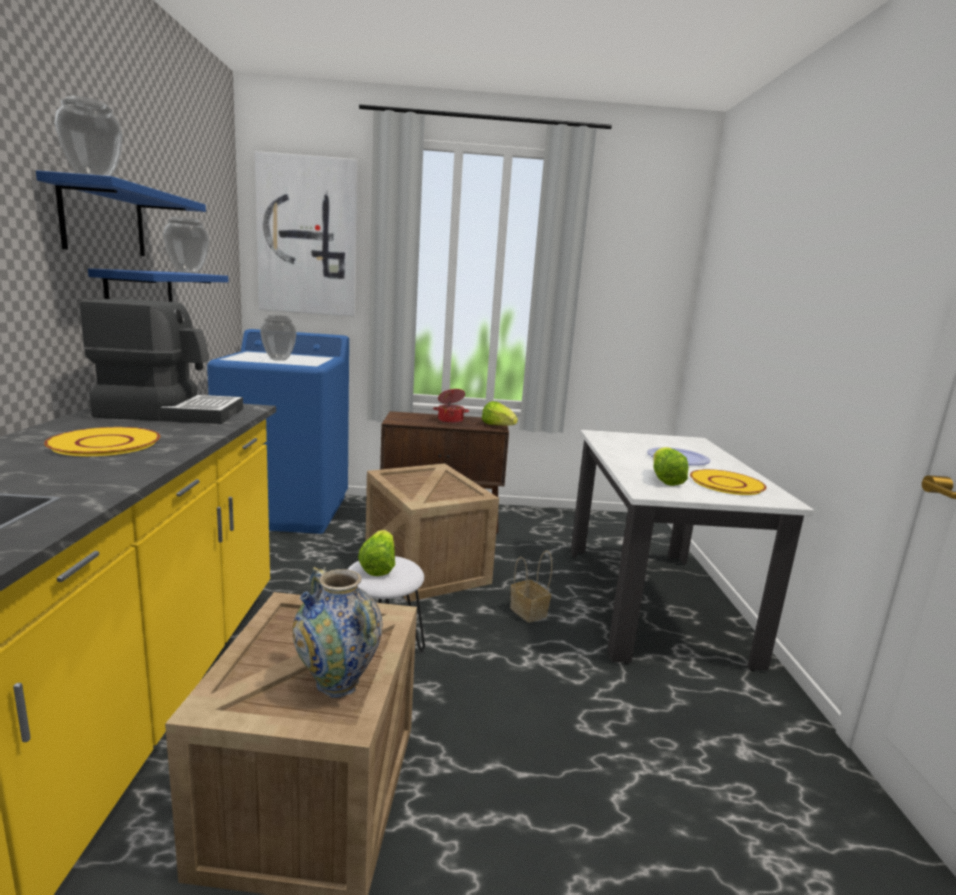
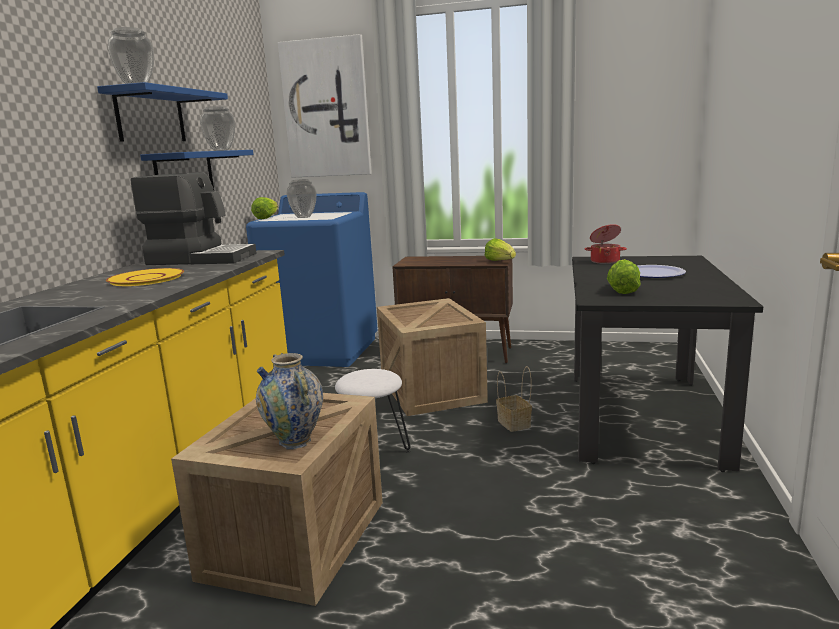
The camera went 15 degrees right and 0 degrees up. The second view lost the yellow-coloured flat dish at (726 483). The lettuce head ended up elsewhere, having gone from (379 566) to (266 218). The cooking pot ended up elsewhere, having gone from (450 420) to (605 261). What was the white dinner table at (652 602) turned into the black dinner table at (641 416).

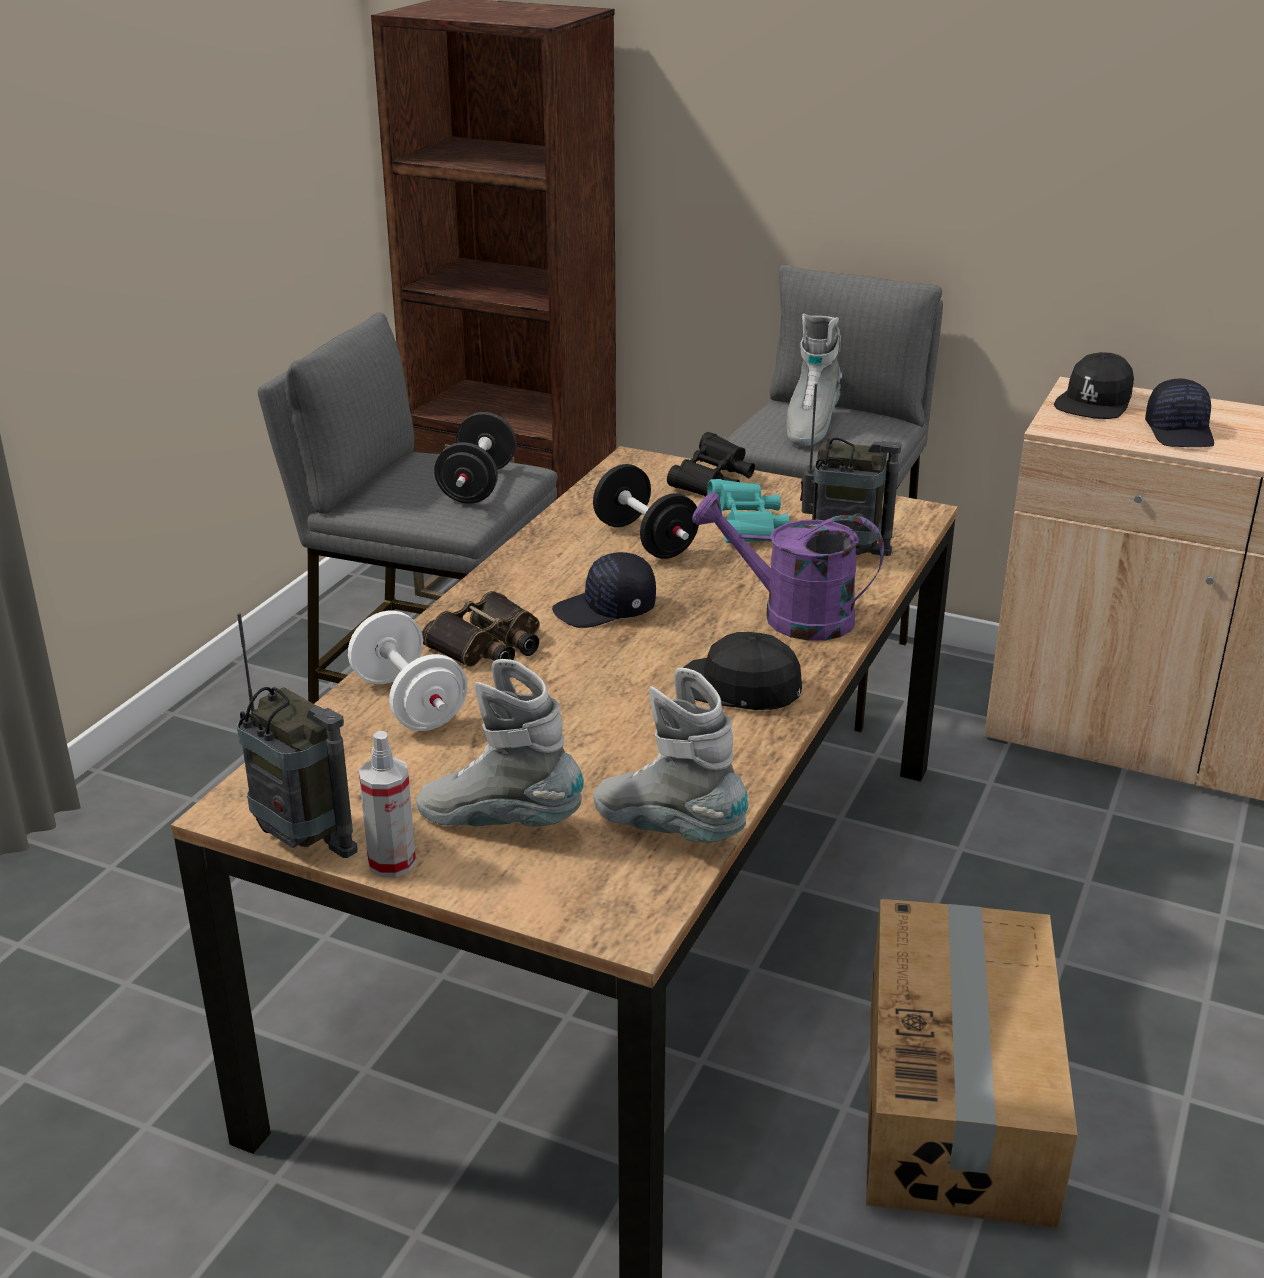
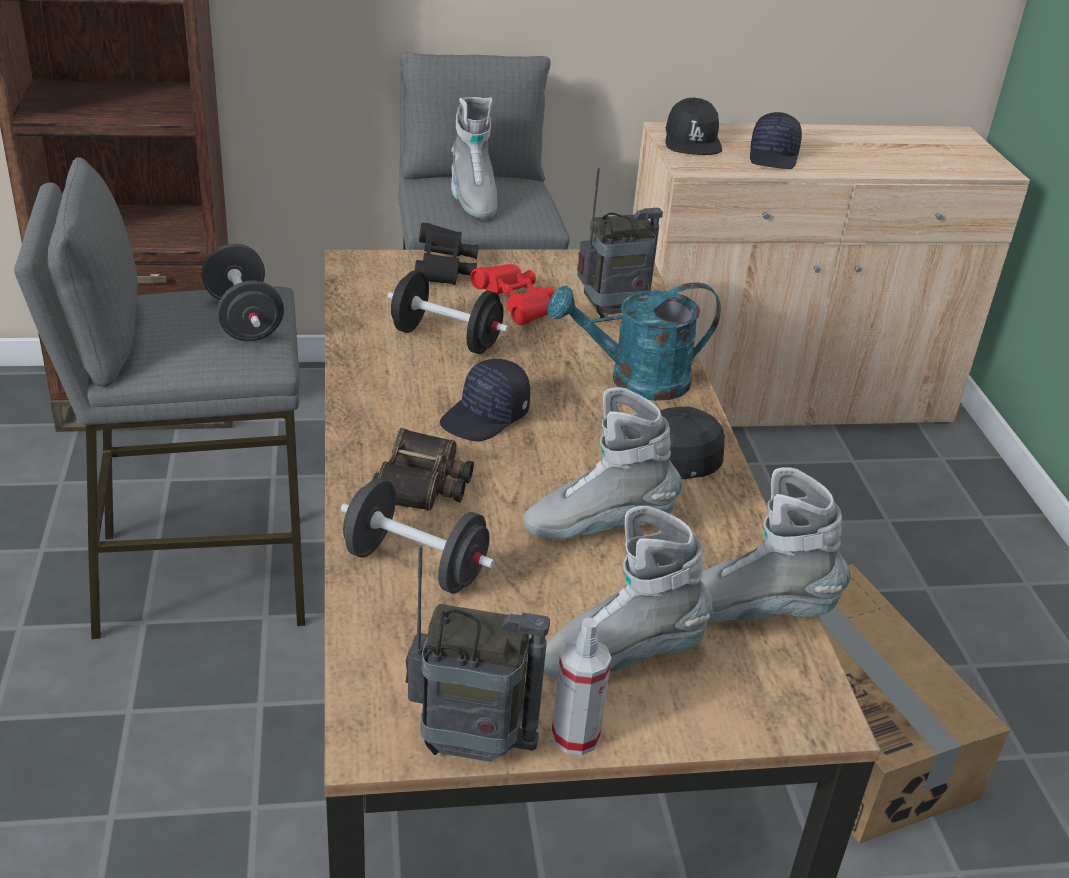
The camera went 35 degrees left and 5 degrees up. The second view gained the gray tall boot at (598 526). What was the white free weight at (409 703) turned into the black free weight at (415 566). What was the purplish sprinkling can at (791 616) turned into the blue-green sprinkling can at (635 381). What was the blue-green pair of binoculars at (747 528) turned into the red-coloured pair of binoculars at (517 307). The black baseball cap at (1180 433) ended up facing another way, 45 degrees clockwise from before.

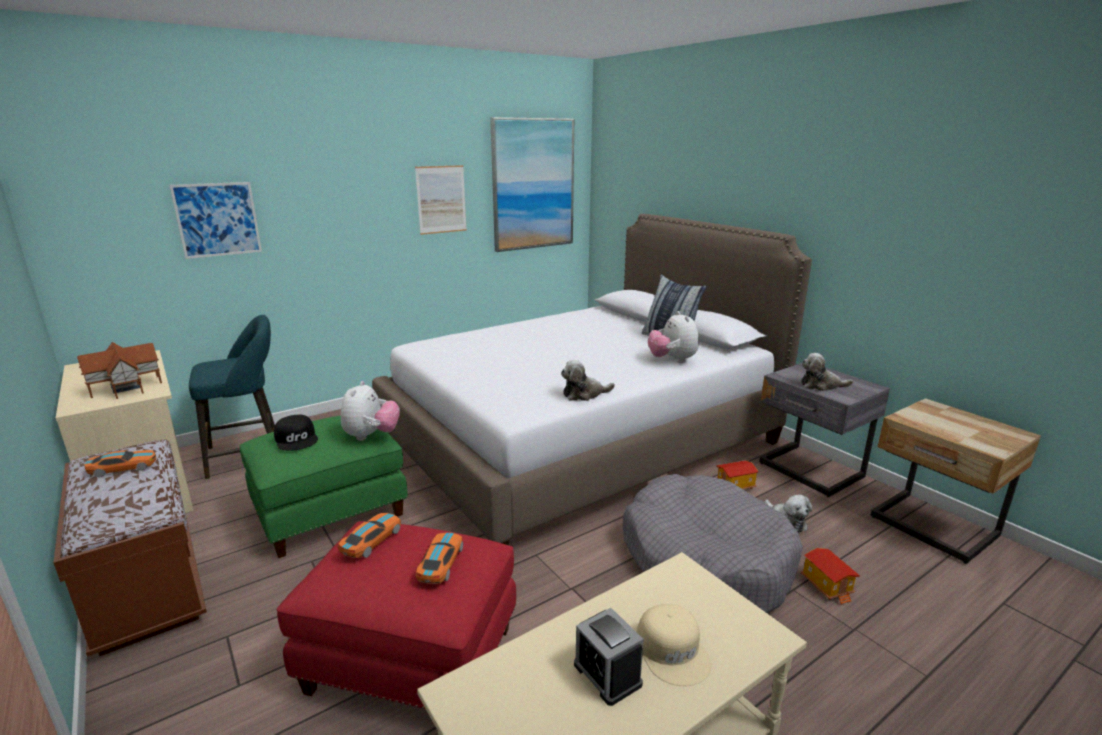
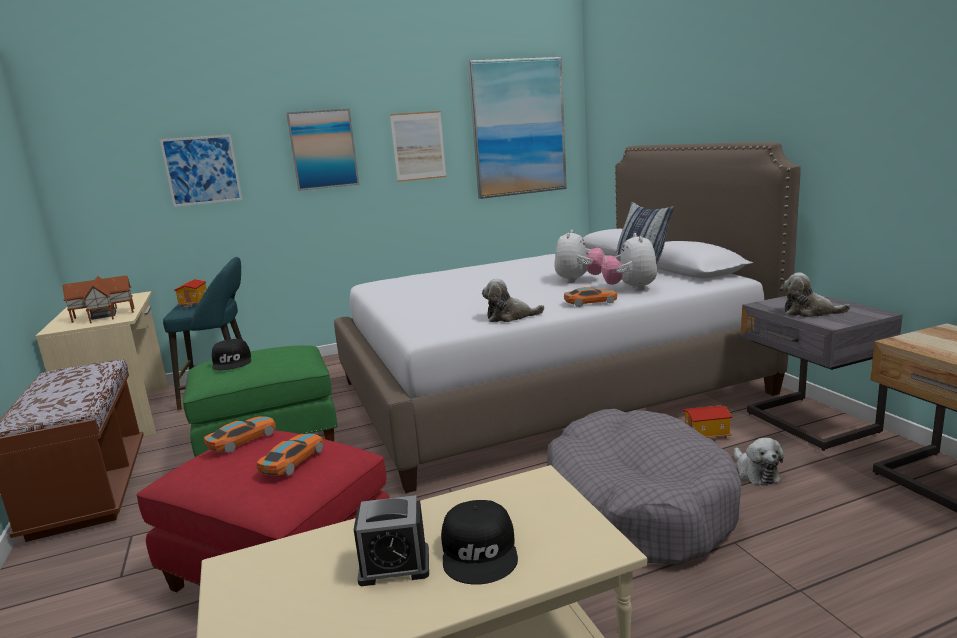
The camera went 15 degrees right and 5 degrees down. The second view gained the wall picture at (323 149). The toy car ended up elsewhere, having gone from (123 468) to (590 302). The soft toy ended up elsewhere, having gone from (371 436) to (579 280). The toy house ended up elsewhere, having gone from (827 586) to (194 303). What was the beige-coloured baseball cap at (673 650) turned into the black baseball cap at (480 551). The alarm clock at (607 674) ended up facing another way, 75 degrees counterclockwise from before.

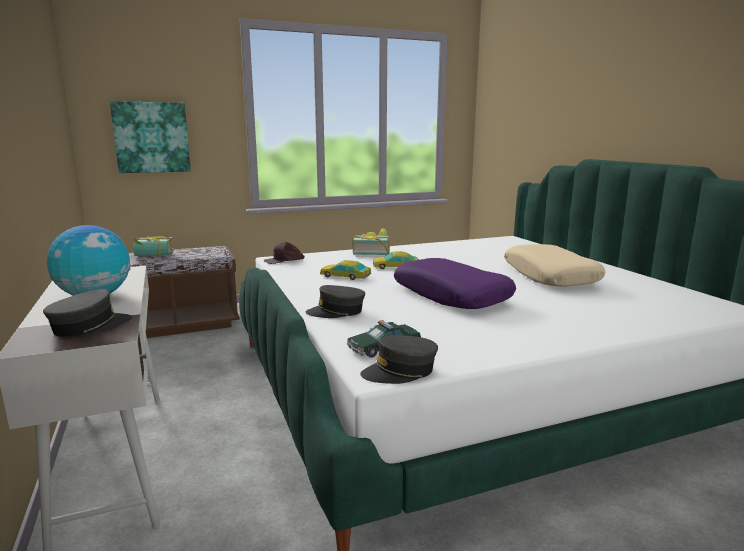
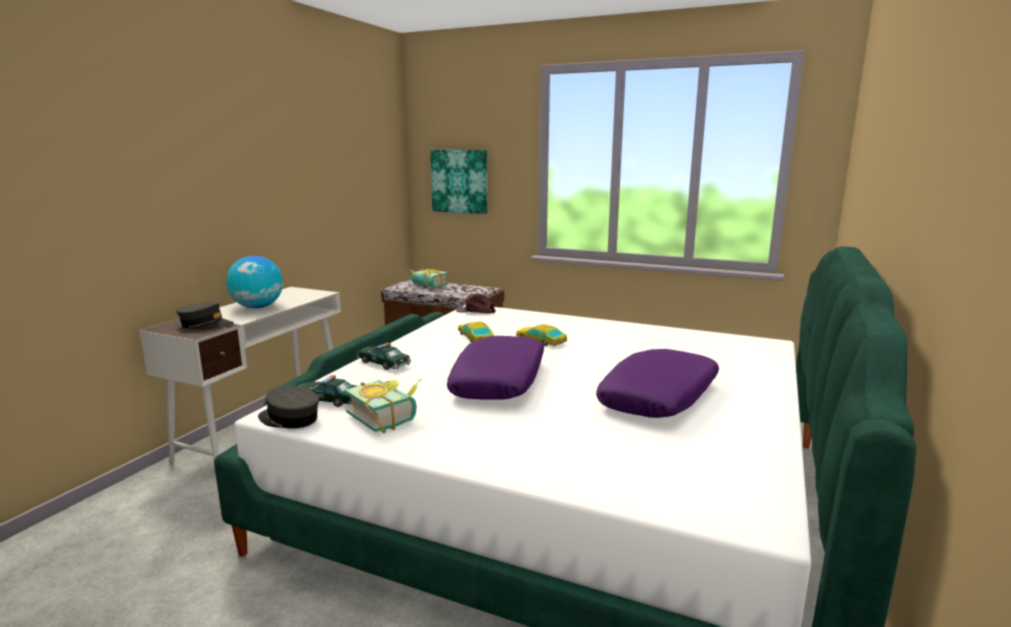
The camera went 45 degrees right and 0 degrees up. The volume ended up elsewhere, having gone from (371 253) to (387 417). Where the gray baseball cap stood at (336 312), the toy car came to stand at (383 363). What was the beige-coloured pillow at (550 276) turned into the purplish pillow at (659 397).

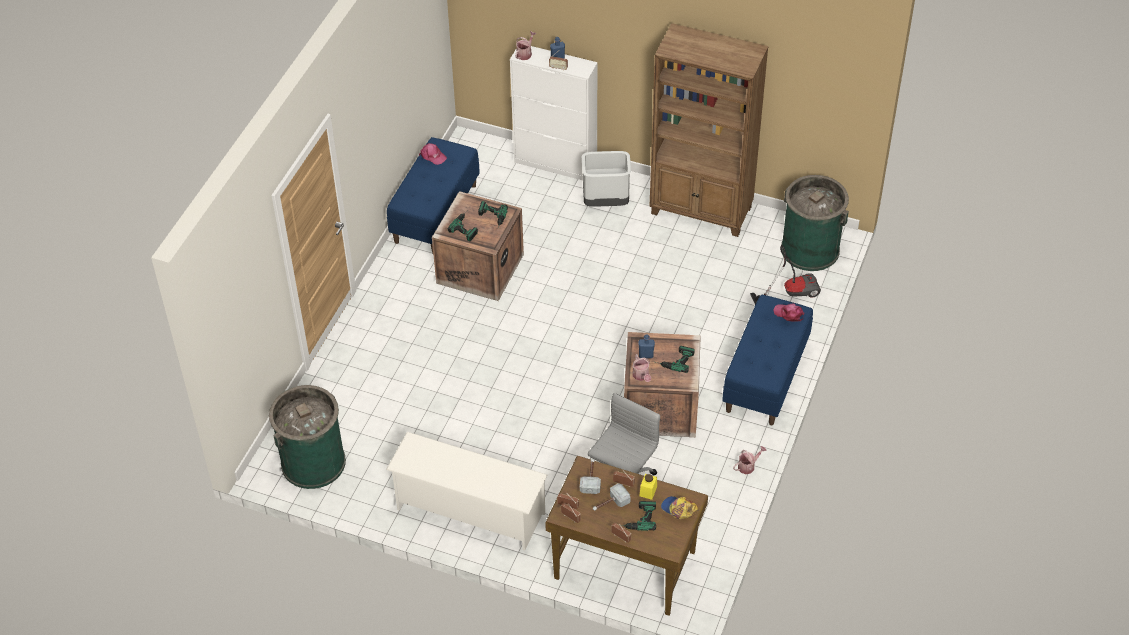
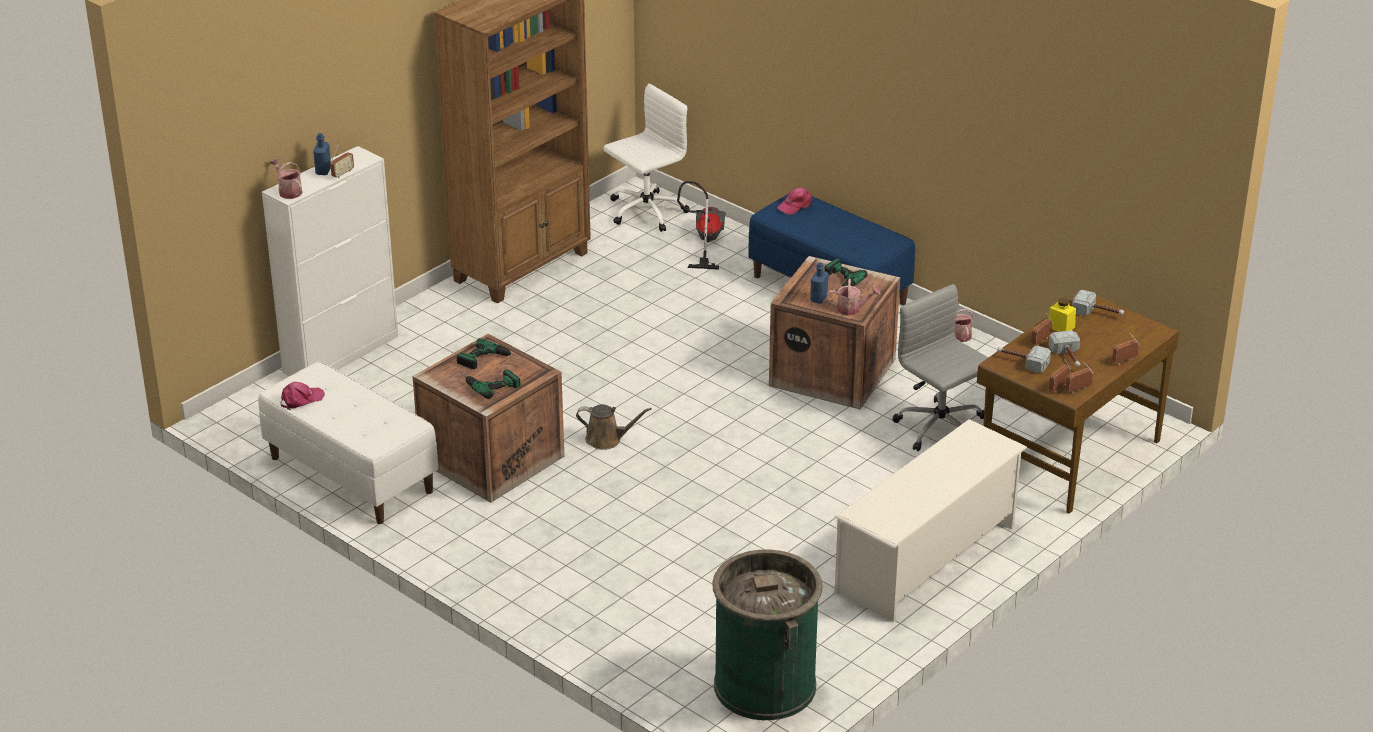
The camera went 70 degrees left and 15 degrees down. The second view lost the gray waste bin at (606 202). The second view lost the electric drill at (637 518). The second view gained the brown-coloured sprinkling can at (607 440). Where the baseball cap stood at (678 509), the hand hammer came to stand at (1098 313). Where the greenish waste bin stood at (810 249), the white computer chair came to stand at (645 212). What was the blue long seat at (435 213) turned into the white long seat at (350 475).

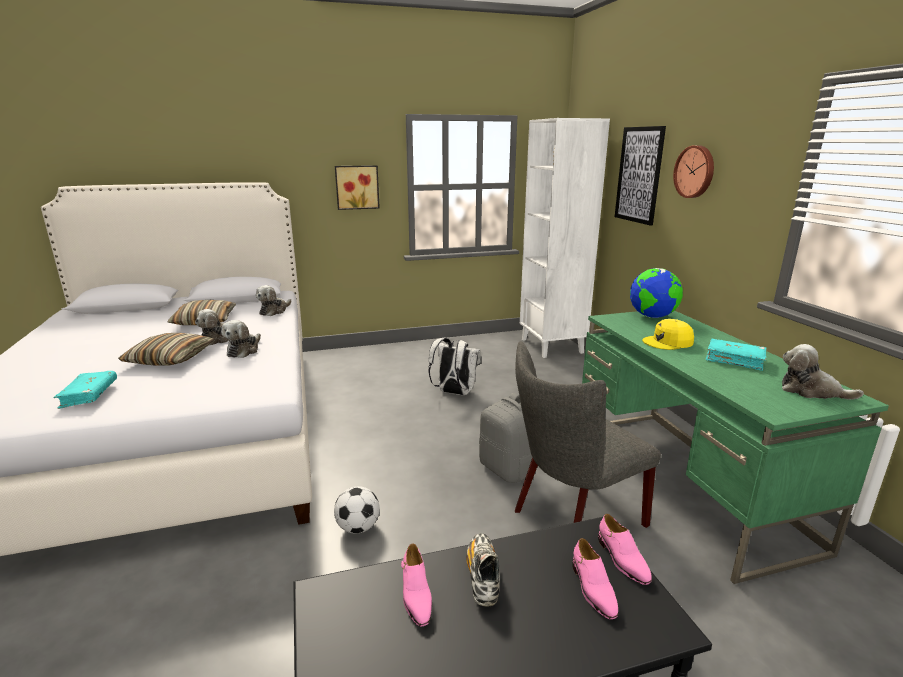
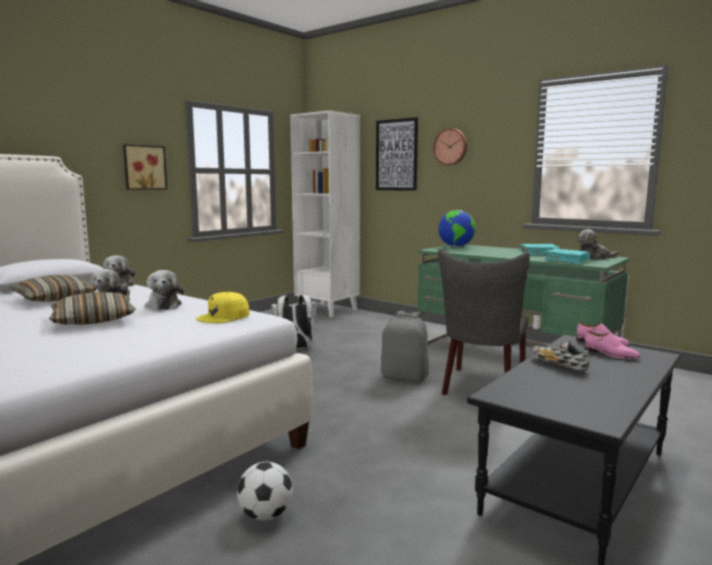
The camera went 35 degrees left and 10 degrees down. The second view lost the pinkish shoe at (416 595). The blue-green volume ended up elsewhere, having gone from (89 395) to (566 261). The football ended up elsewhere, having gone from (358 527) to (265 515). The yellow-coloured baseball cap ended up elsewhere, having gone from (668 342) to (224 316).

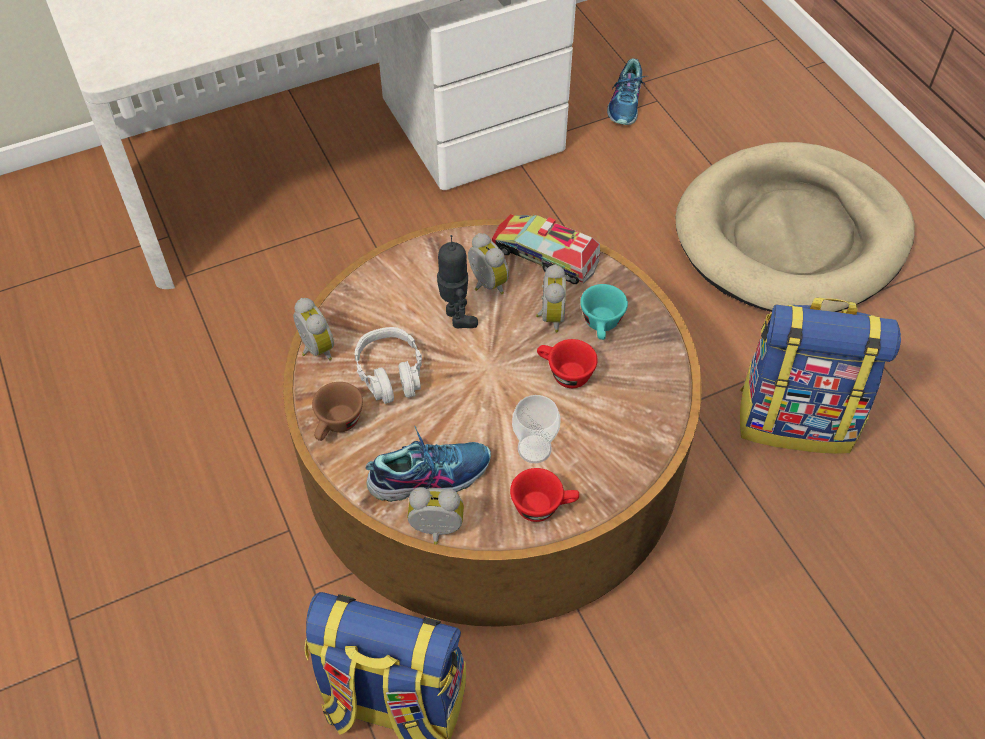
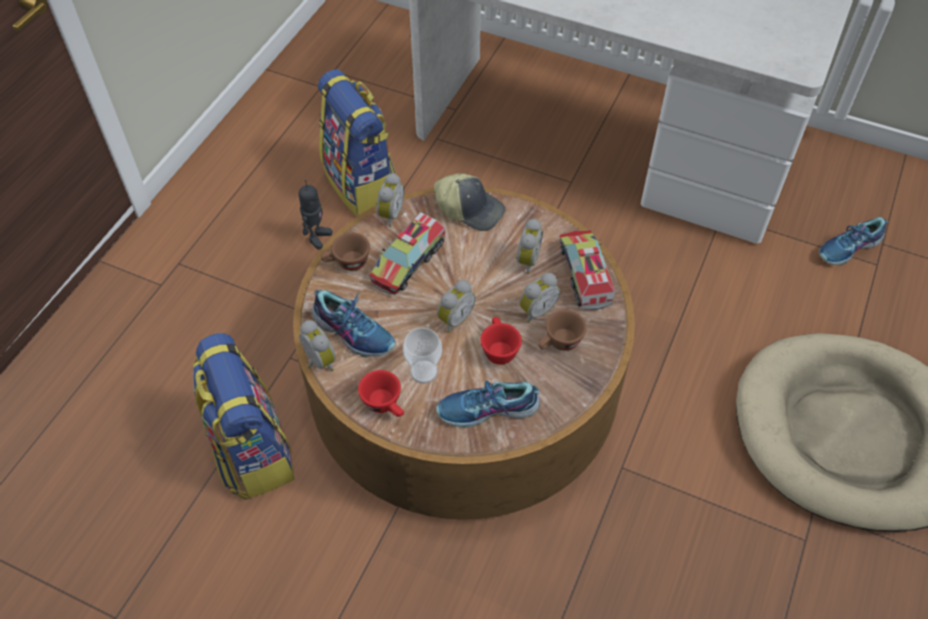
The camera went 50 degrees right and 0 degrees up. The second view gained the baseball cap at (470 209). The second view gained the shoe at (488 410). The second view gained the alarm clock at (454 319). The toy robot ended up elsewhere, having gone from (456 317) to (317 237). The rucksack ended up elsewhere, having gone from (796 419) to (362 184). Where the gray headphones stood at (390 373), the toy truck came to stand at (408 261). What was the blue-green small cup at (602 326) turned into the brown-coloured small cup at (559 343).

